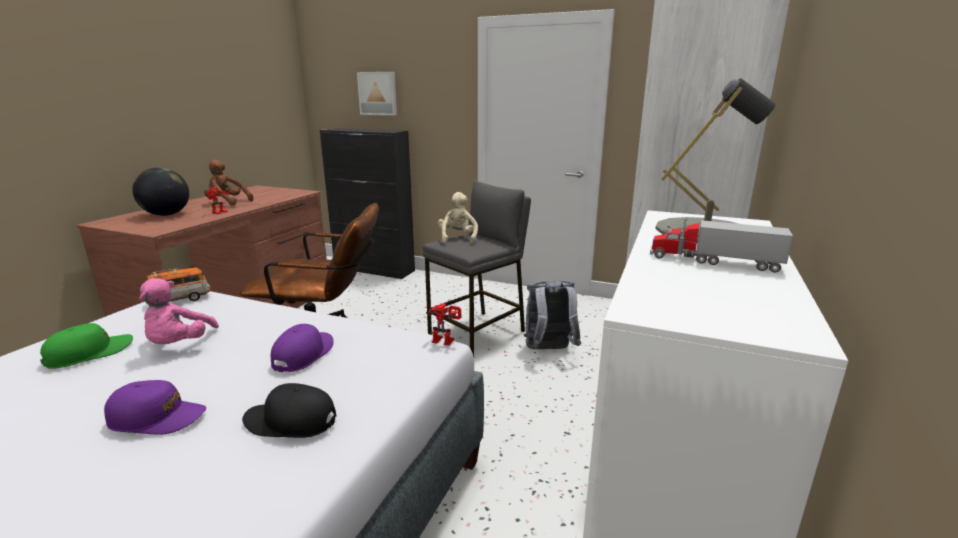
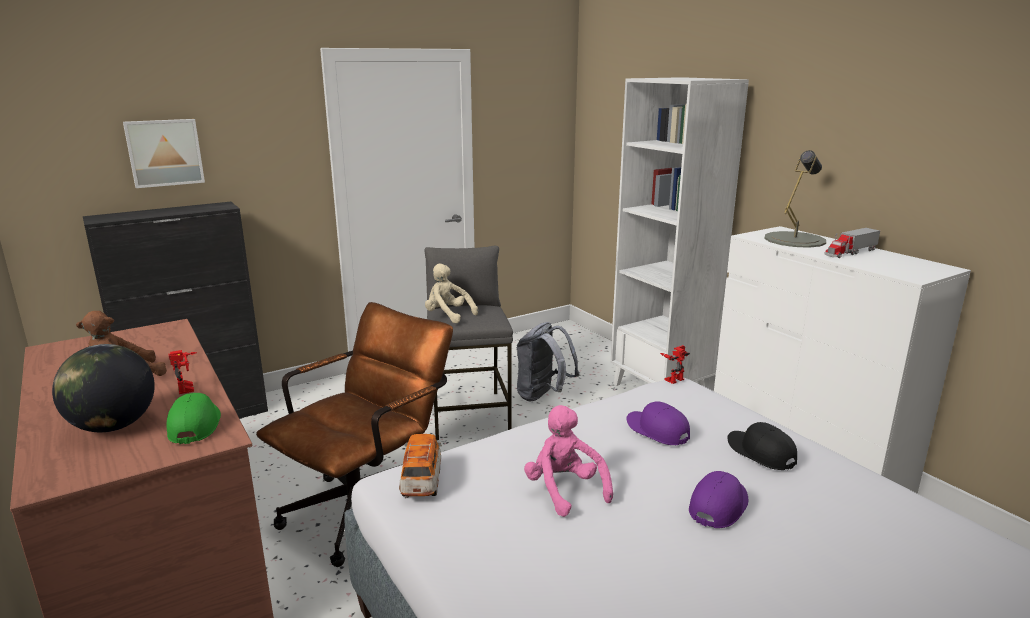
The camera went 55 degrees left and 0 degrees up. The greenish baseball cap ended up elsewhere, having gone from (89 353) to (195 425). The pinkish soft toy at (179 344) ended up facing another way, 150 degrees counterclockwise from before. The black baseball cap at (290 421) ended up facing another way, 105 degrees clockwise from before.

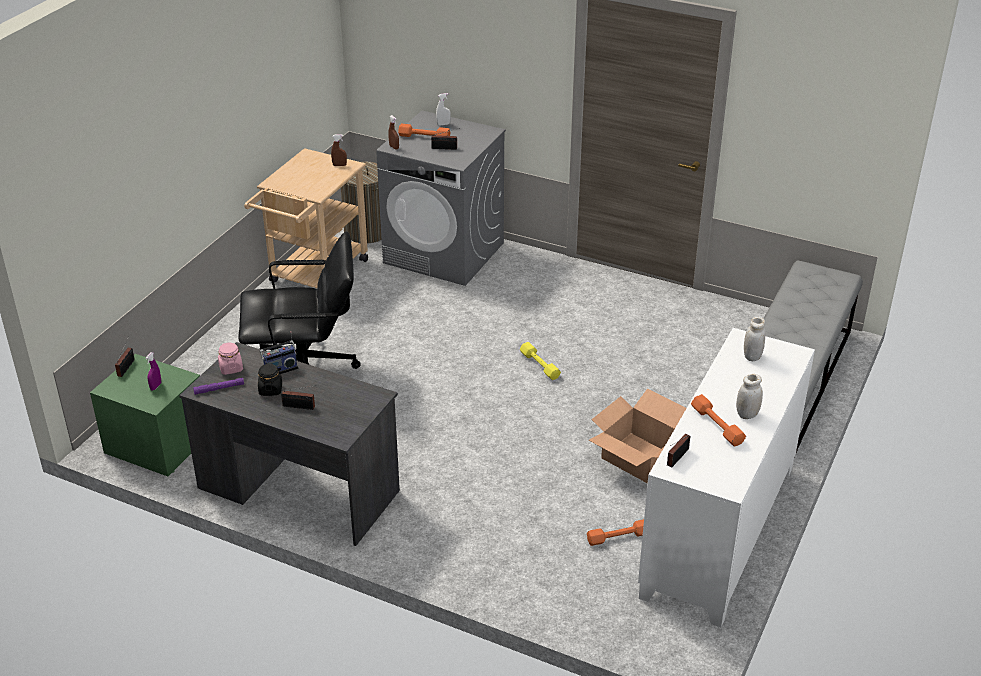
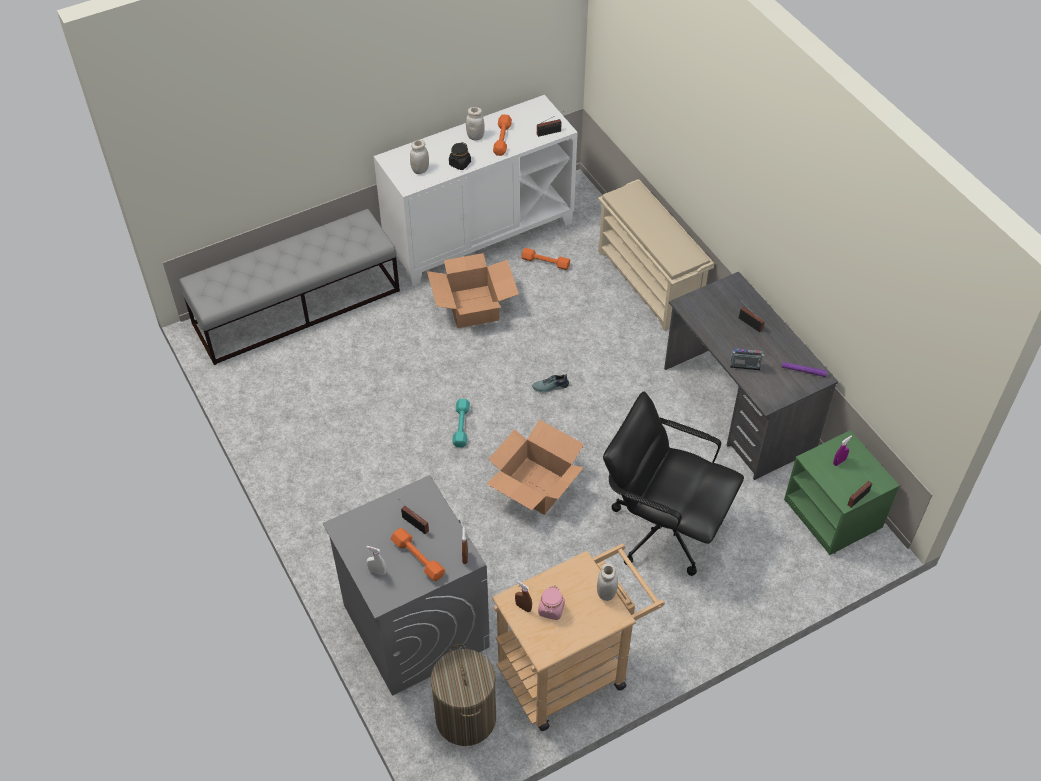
The camera went 145 degrees left and 15 degrees up. The second view gained the carton at (535 486). The second view gained the shoe at (550 387). The second view gained the white jar at (606 593). The second view gained the beige-coloured shoe rack at (650 283). The pinkish jar ended up elsewhere, having gone from (231 368) to (551 609). The black jar ended up elsewhere, having gone from (270 389) to (460 164). What was the yellow-coloured free weight at (540 365) turned into the blue-green free weight at (461 426).

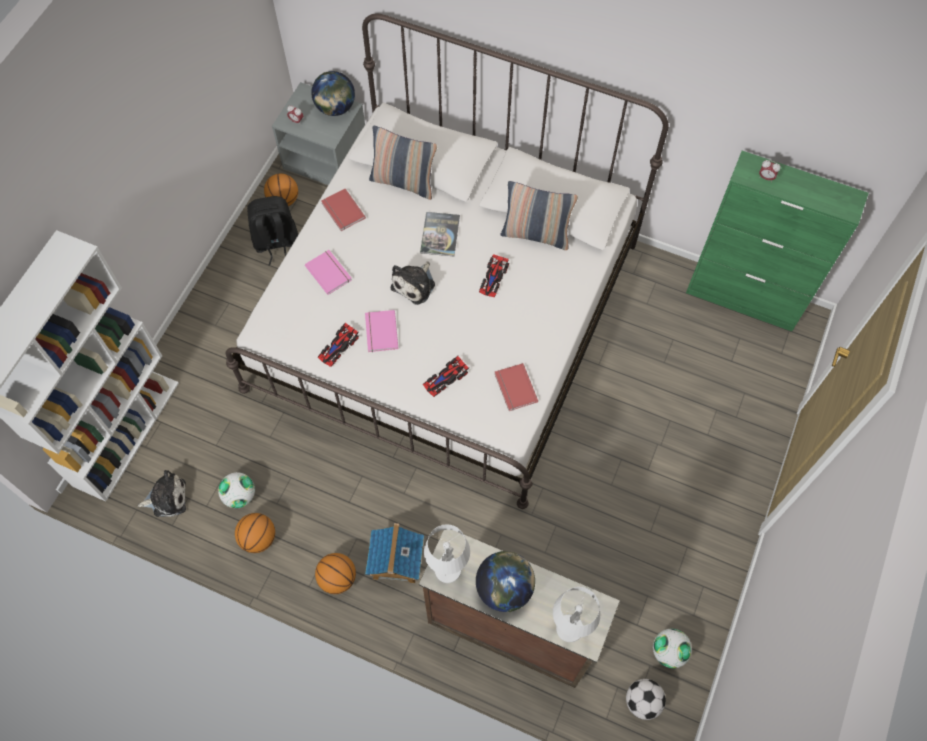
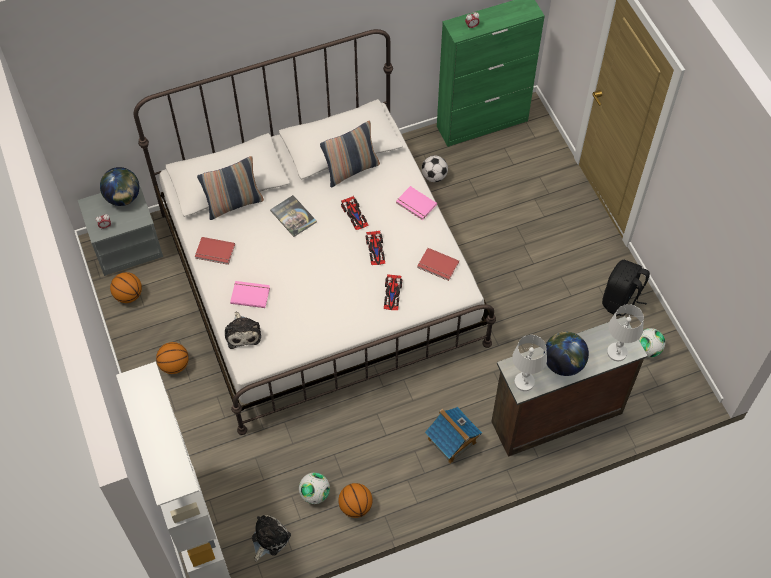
The camera went 45 degrees left and 5 degrees down. The black rucksack ended up elsewhere, having gone from (276 243) to (621 301). The basketball ball ended up elsewhere, having gone from (337 578) to (174 365). The toy car ended up elsewhere, having gone from (338 346) to (375 249). The pinkish volume ended up elsewhere, having gone from (380 332) to (415 205). The soft toy ended up elsewhere, having gone from (415 284) to (242 332). The football ended up elsewhere, having gone from (642 701) to (434 176).

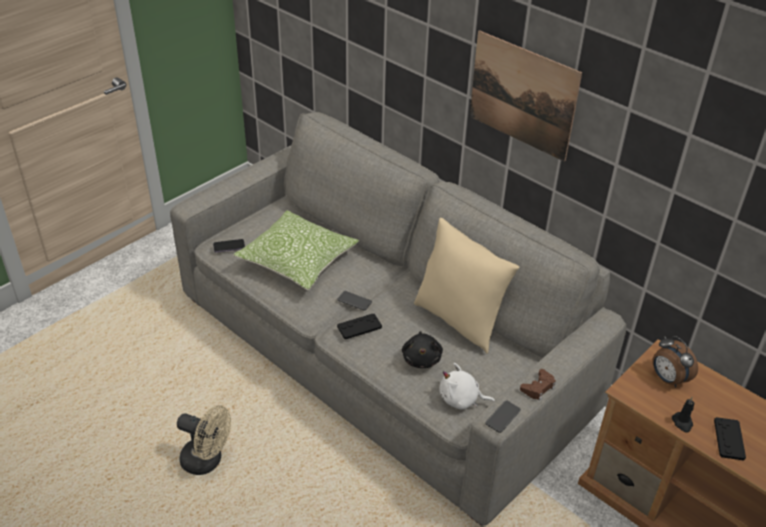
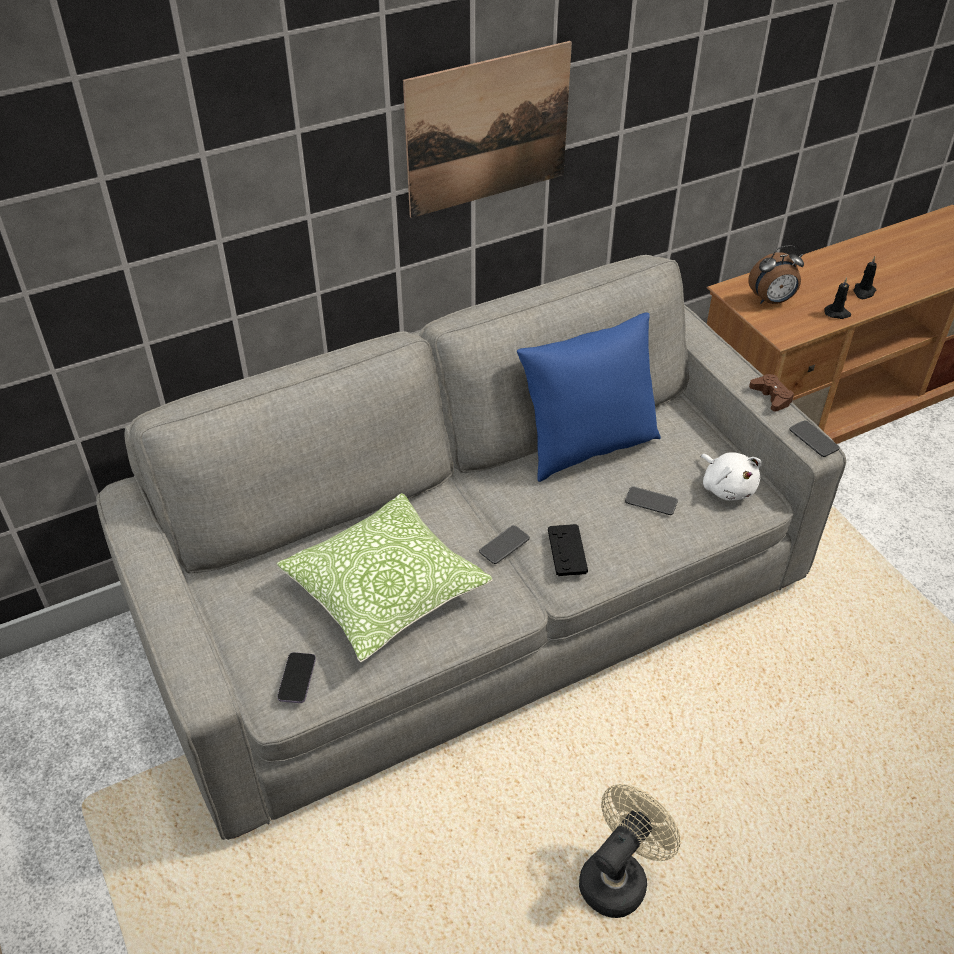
The camera went 70 degrees left and 5 degrees up. Where the black soft toy stood at (421 358), the handset came to stand at (651 501). Where the black gamepad stood at (729 439), the black wax candle came to stand at (863 292). What was the beige-coloured pillow at (459 320) turned into the blue pillow at (587 447). The white soft toy at (461 399) ended up facing another way, 60 degrees counterclockwise from before.

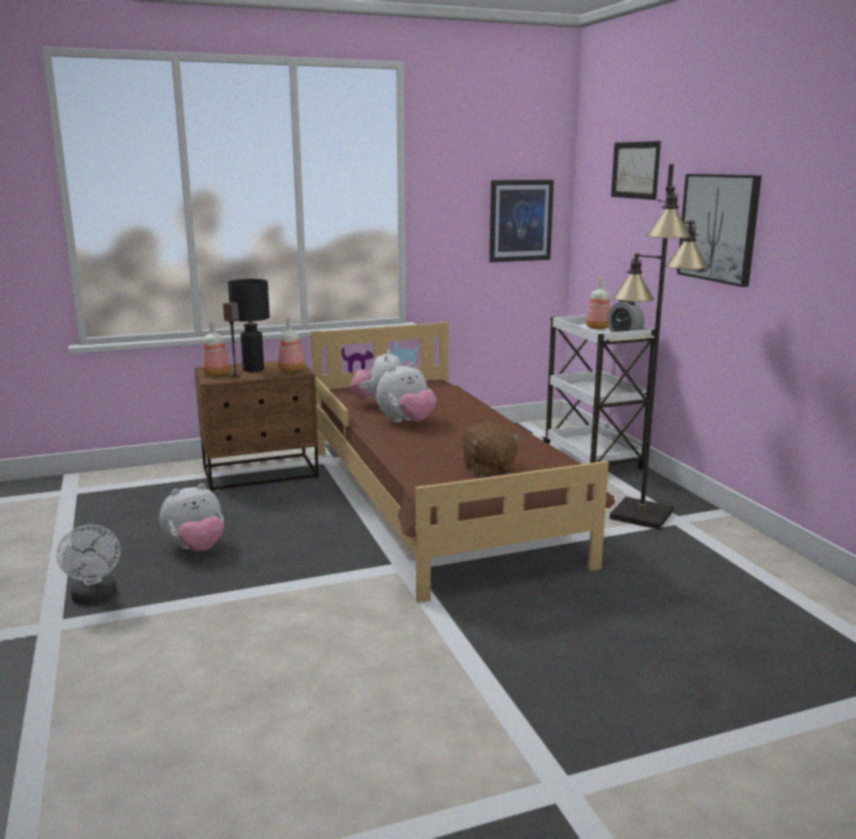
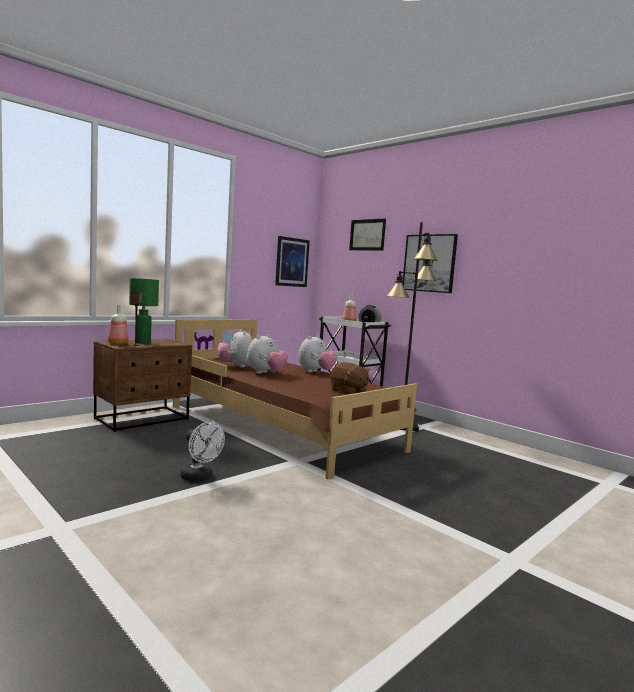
The camera went 25 degrees left and 10 degrees down. The second view lost the beverage bottle at (292 370). The white cooling fan ended up elsewhere, having gone from (95 597) to (200 477). The soft toy ended up elsewhere, having gone from (196 548) to (315 372). What was the black tabletop lamp at (253 369) turned into the greenish tabletop lamp at (142 342).

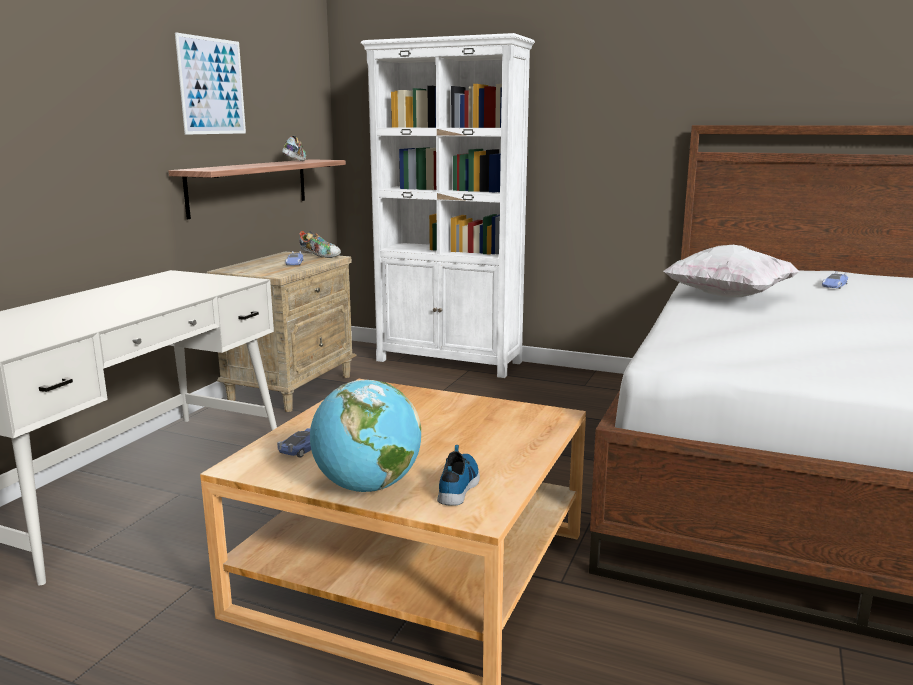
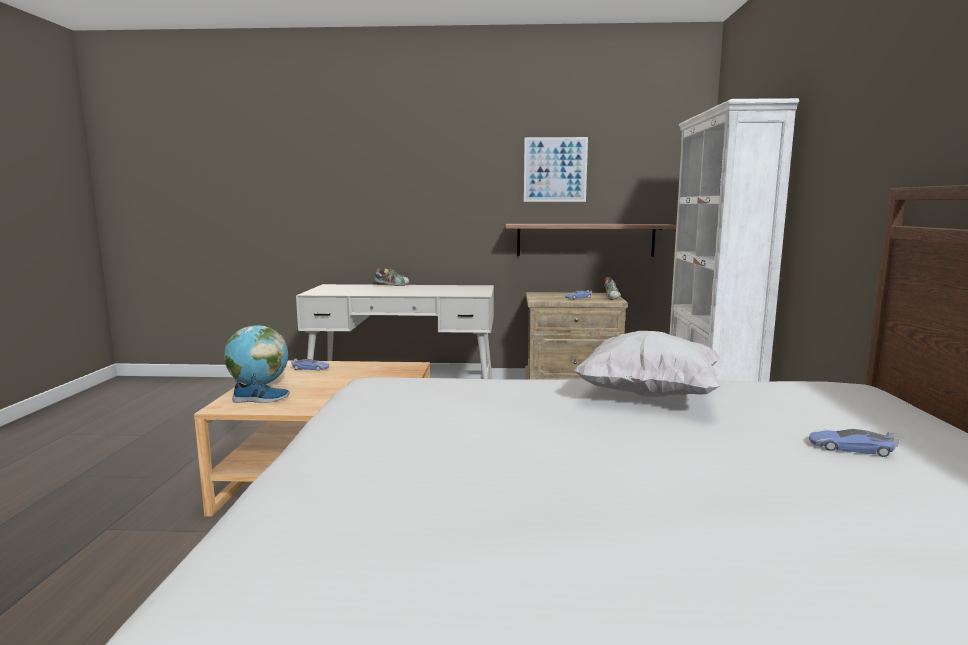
The camera went 70 degrees right and 5 degrees down. The shoe ended up elsewhere, having gone from (295 161) to (392 285).

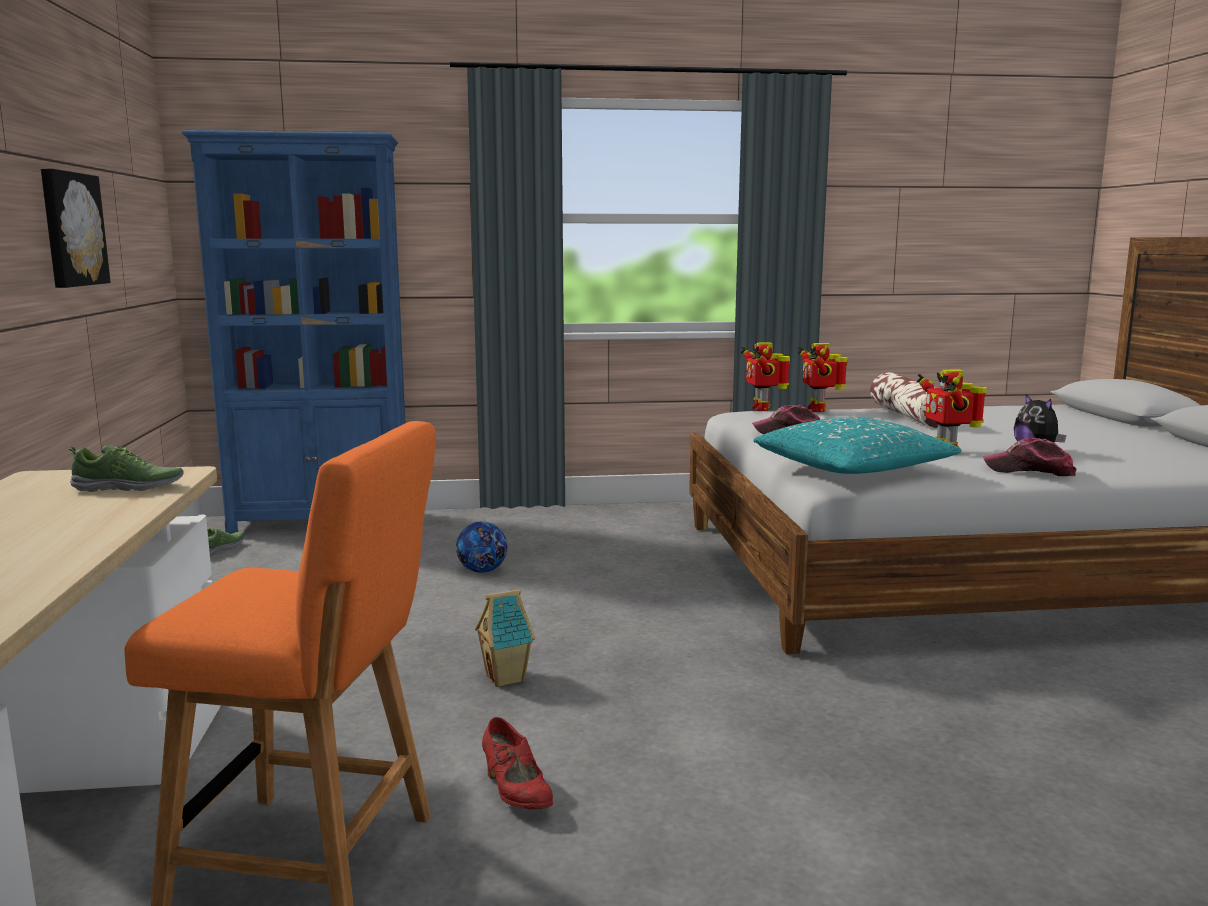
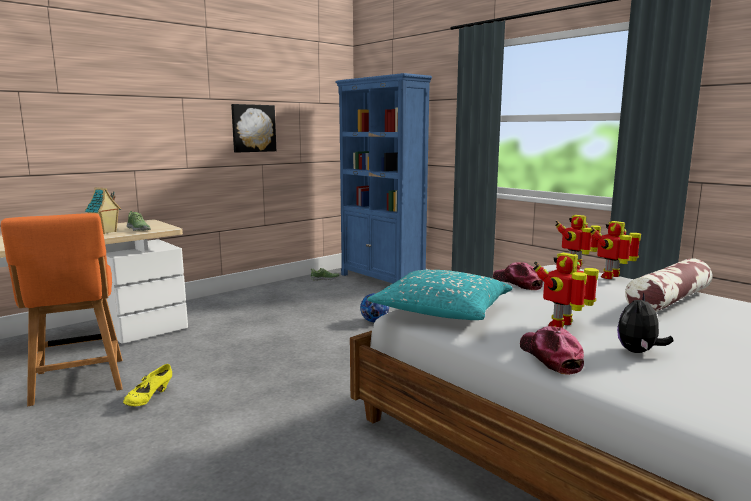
The camera went 55 degrees right and 0 degrees up. The toy house ended up elsewhere, having gone from (507 678) to (105 232). What was the red-coloured shoe at (515 793) turned into the yellow-coloured shoe at (149 399).

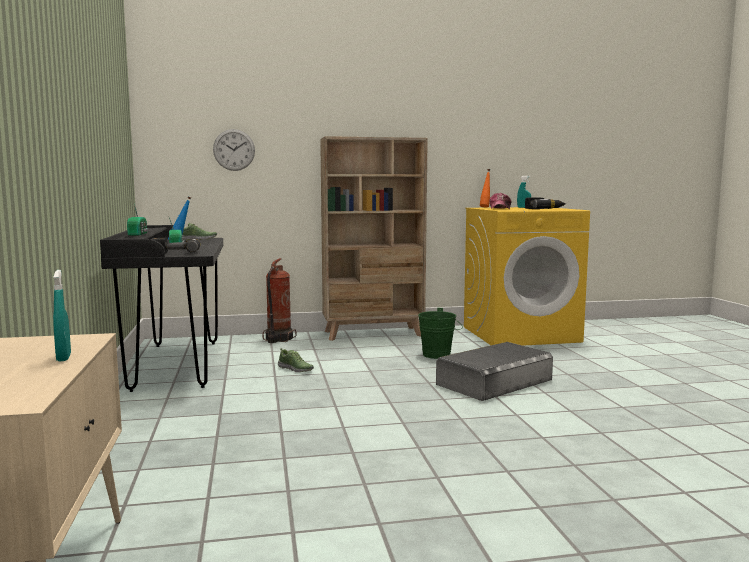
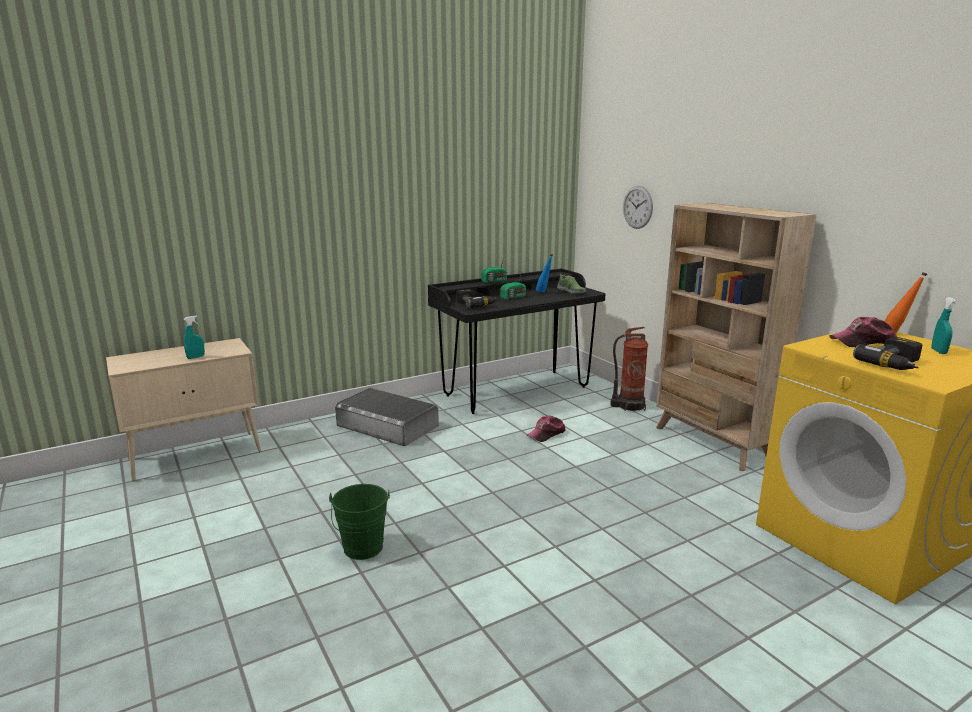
The camera went 70 degrees right and 10 degrees up. The greenish water bucket ended up elsewhere, having gone from (439 355) to (362 550). The gray storage container ended up elsewhere, having gone from (494 382) to (387 425). Where the shoe stood at (296 369), the baseball cap came to stand at (546 434).

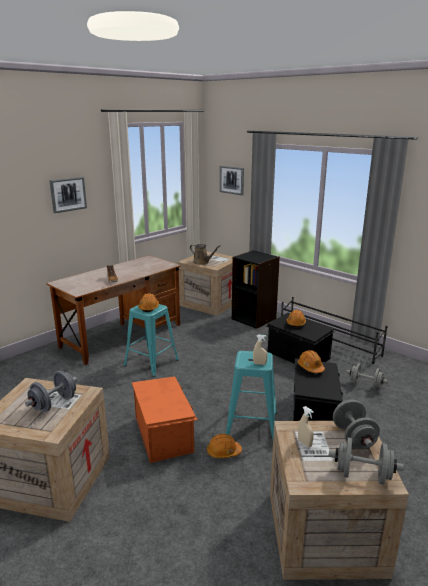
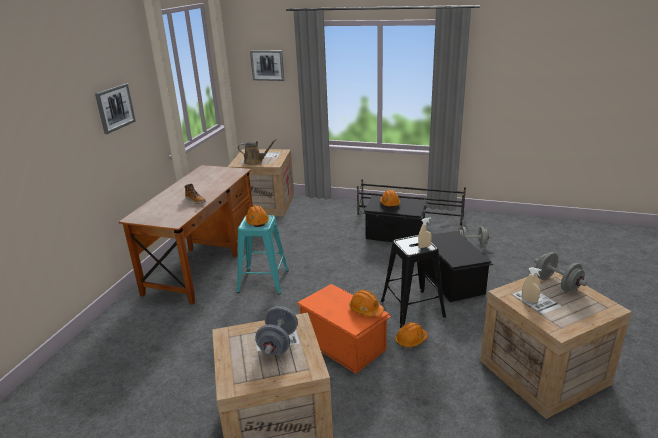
The camera went 25 degrees left and 5 degrees up. The second view lost the black bookshelf at (254 318). The second view lost the gray free weight at (362 475). The orangey work helmet ended up elsewhere, having gone from (310 367) to (365 310). What was the blue-green sitting stool at (251 425) turned into the black sitting stool at (412 309).

